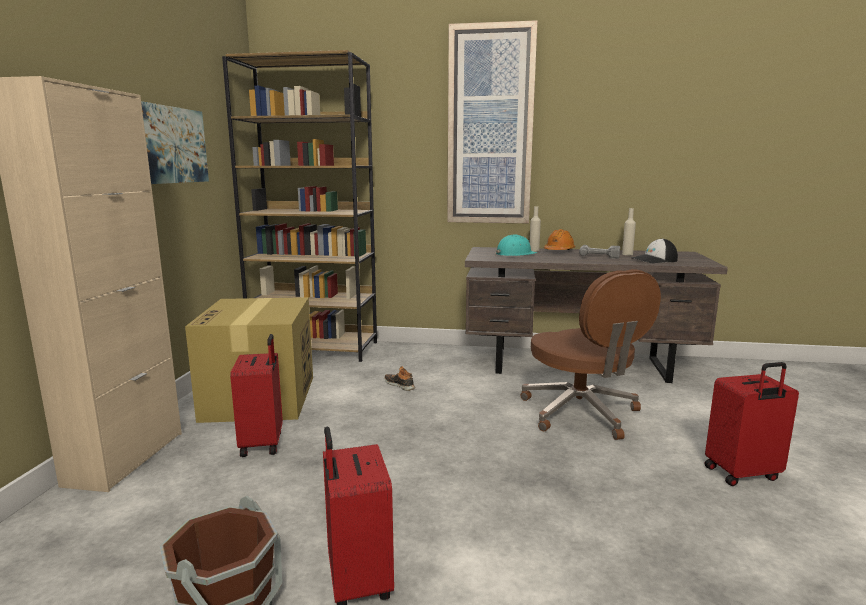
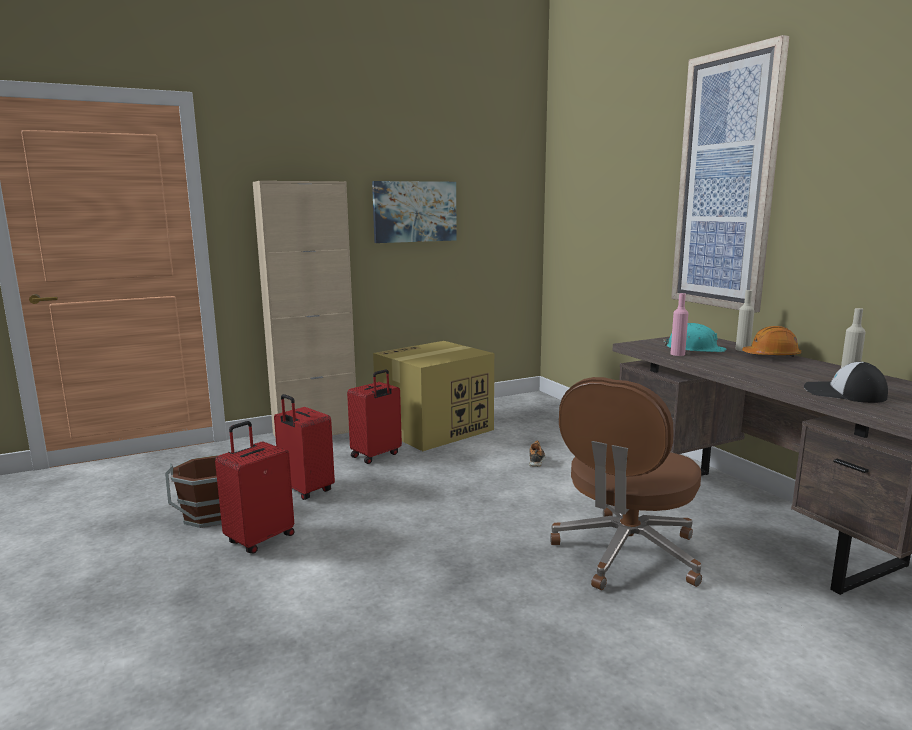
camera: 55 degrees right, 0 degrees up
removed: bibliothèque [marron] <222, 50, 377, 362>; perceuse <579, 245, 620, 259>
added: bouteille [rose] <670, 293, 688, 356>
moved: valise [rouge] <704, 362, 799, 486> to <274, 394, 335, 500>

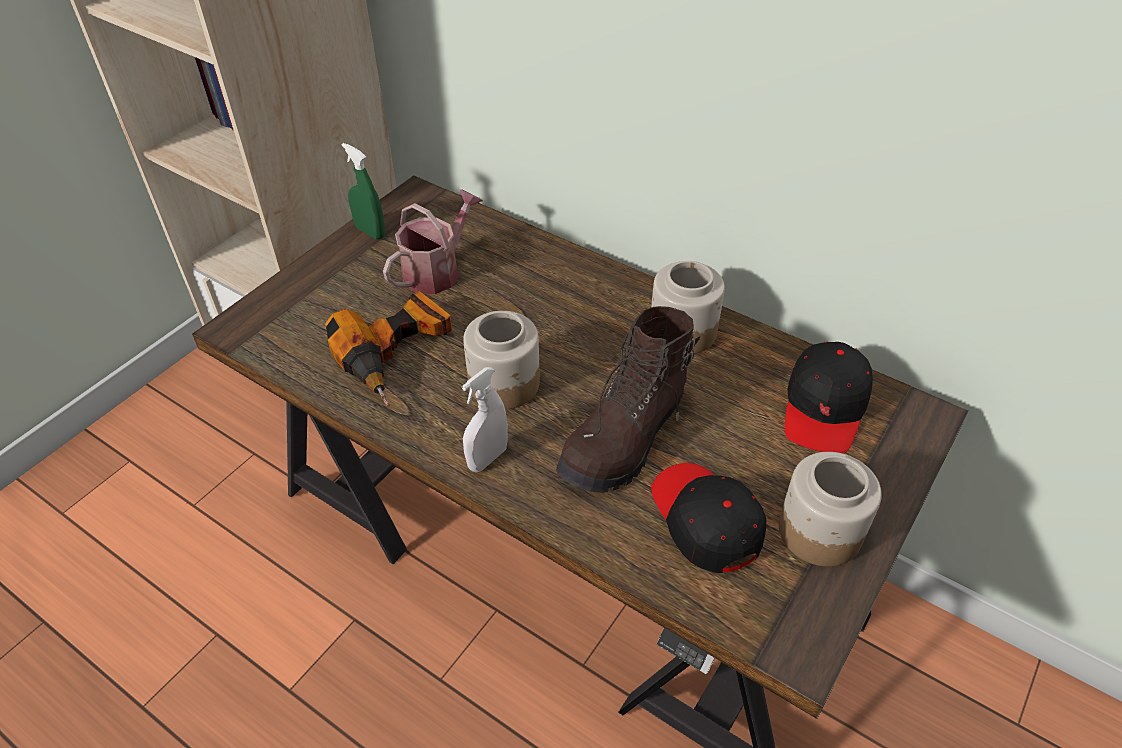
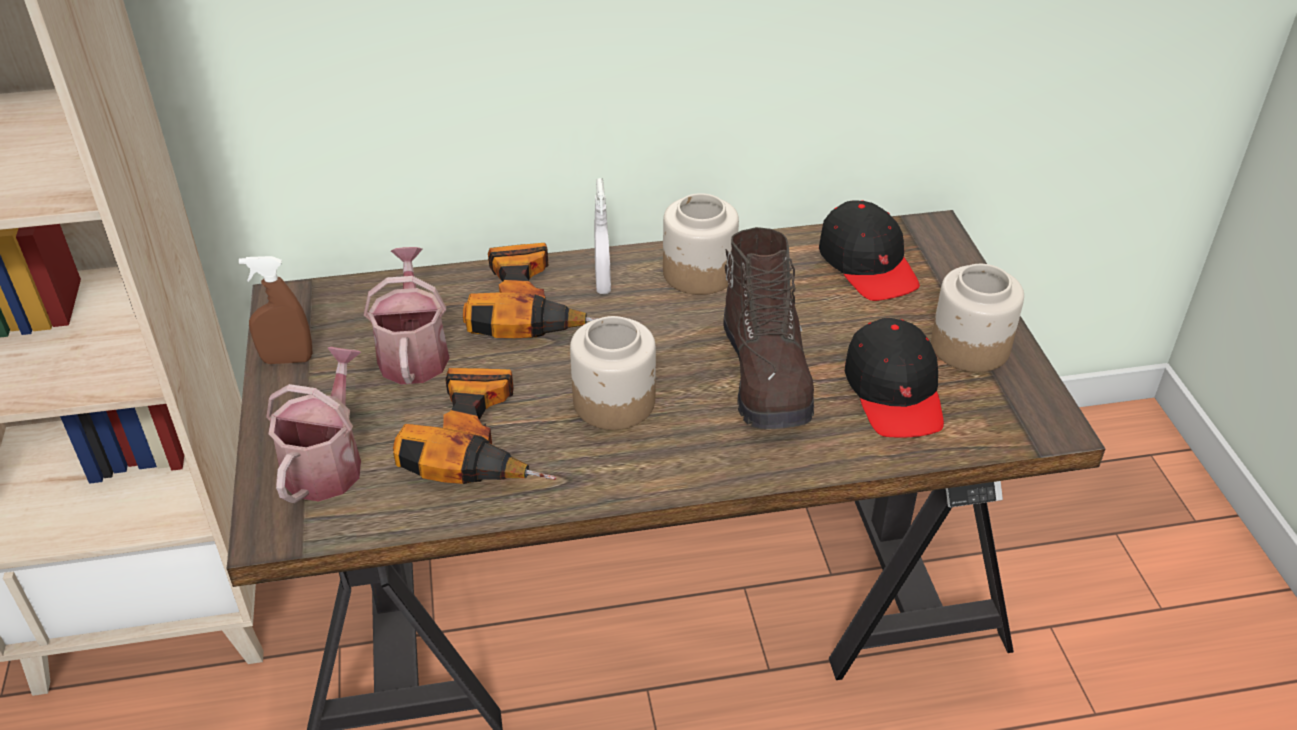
camera: 45 degrees left, 5 degrees down
added: arrosoir <266, 347, 361, 503>; perceuse <463, 243, 599, 338>
moved: vaporisateur [blanc] <462, 367, 508, 472> to <594, 178, 611, 294>
recoloured: vaporisateur [vert] <342, 143, 385, 239> to vaporisateur [marron] <239, 256, 312, 364>
turned: casquette [noir] <651, 463, 766, 573> = <845, 318, 944, 437> 120 degrees counterclockwise

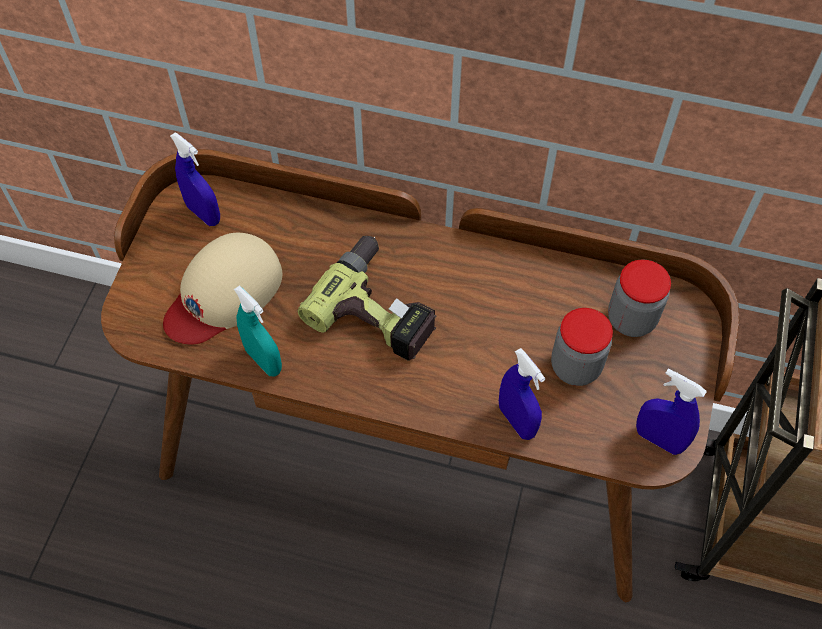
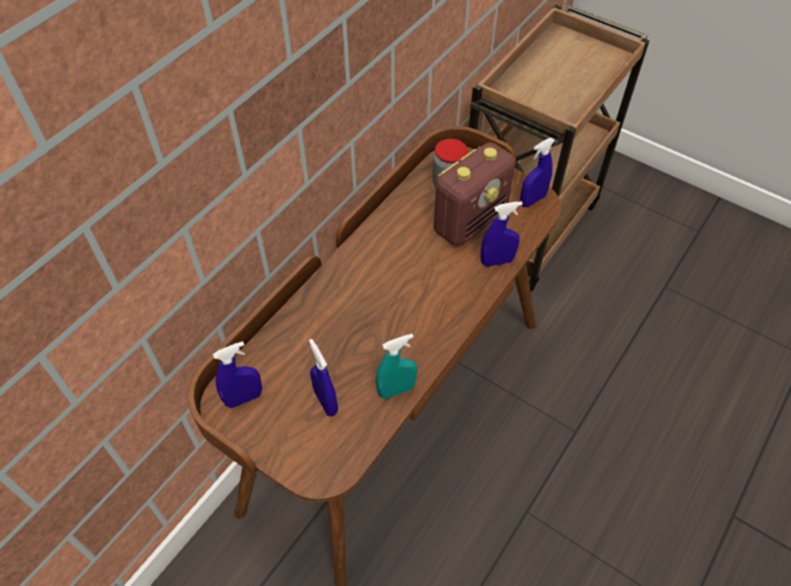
camera: 70 degrees left, 5 degrees down
removed: perceuse <298, 236, 437, 361>
replaced: casquette [beige] <163, 233, 282, 344> to vaporisateur [bleu] <309, 339, 338, 417>; bocal <551, 308, 613, 386> to radio <434, 142, 515, 246>

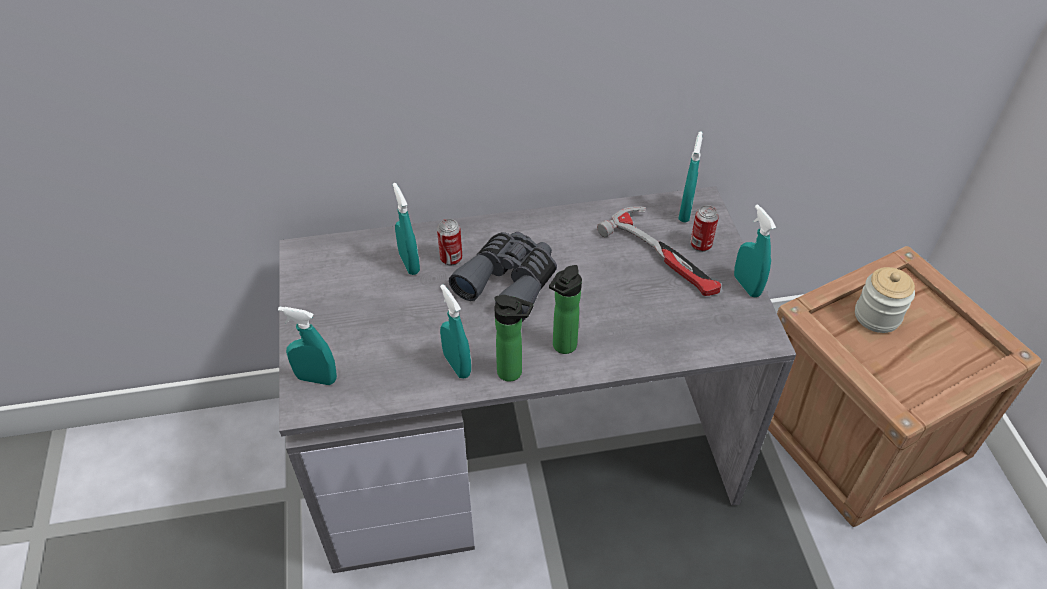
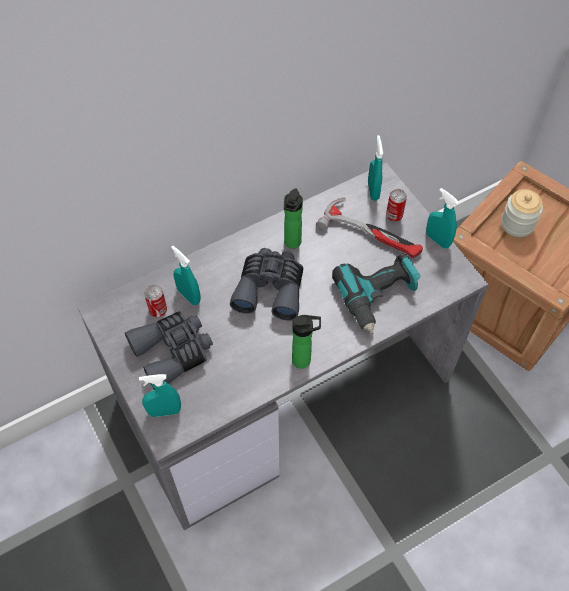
camera: 20 degrees left, 10 degrees up
removed: vaporisateur [turquoise] <440, 284, 471, 379>
added: jumelles [gris] <125, 312, 213, 390>; perceuse <332, 253, 421, 334>
moved: boîte métallique <437, 219, 462, 265> to <144, 285, 167, 317>; bouteille <549, 265, 582, 354> to <284, 188, 303, 249>

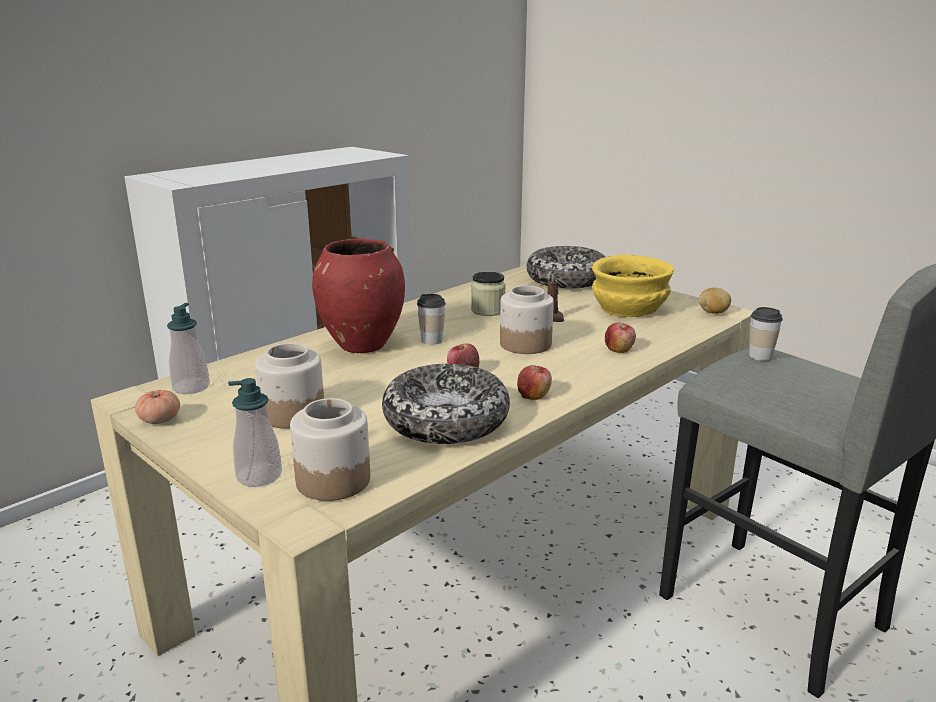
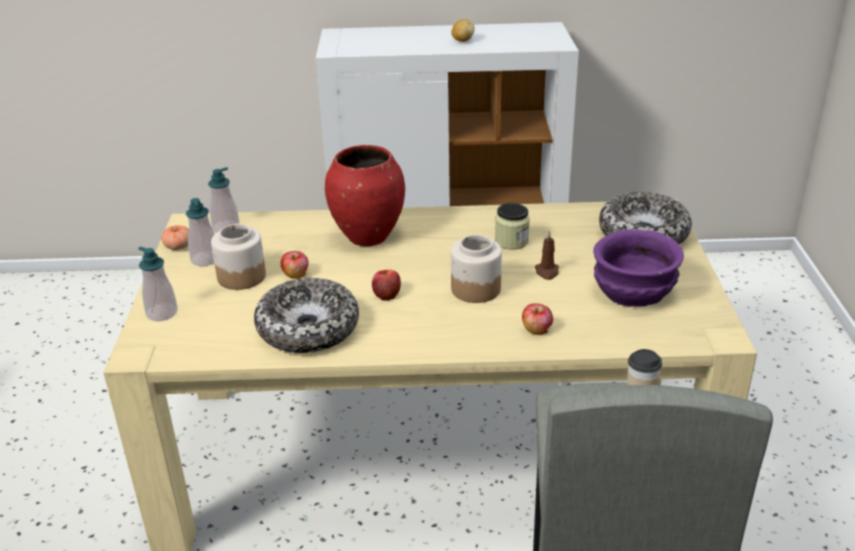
camera: 45 degrees right, 10 degrees up
removed: bocal <290, 398, 370, 501>; tasse <417, 294, 446, 345>
added: distributeur de savon <186, 198, 215, 266>
moved: pomme <517, 365, 552, 400> to <281, 251, 309, 279>; pomme de terre <699, 288, 731, 314> to <451, 19, 475, 42>
recoloured: bol [jaune] <592, 255, 674, 317> to bol [violet] <593, 229, 684, 307>

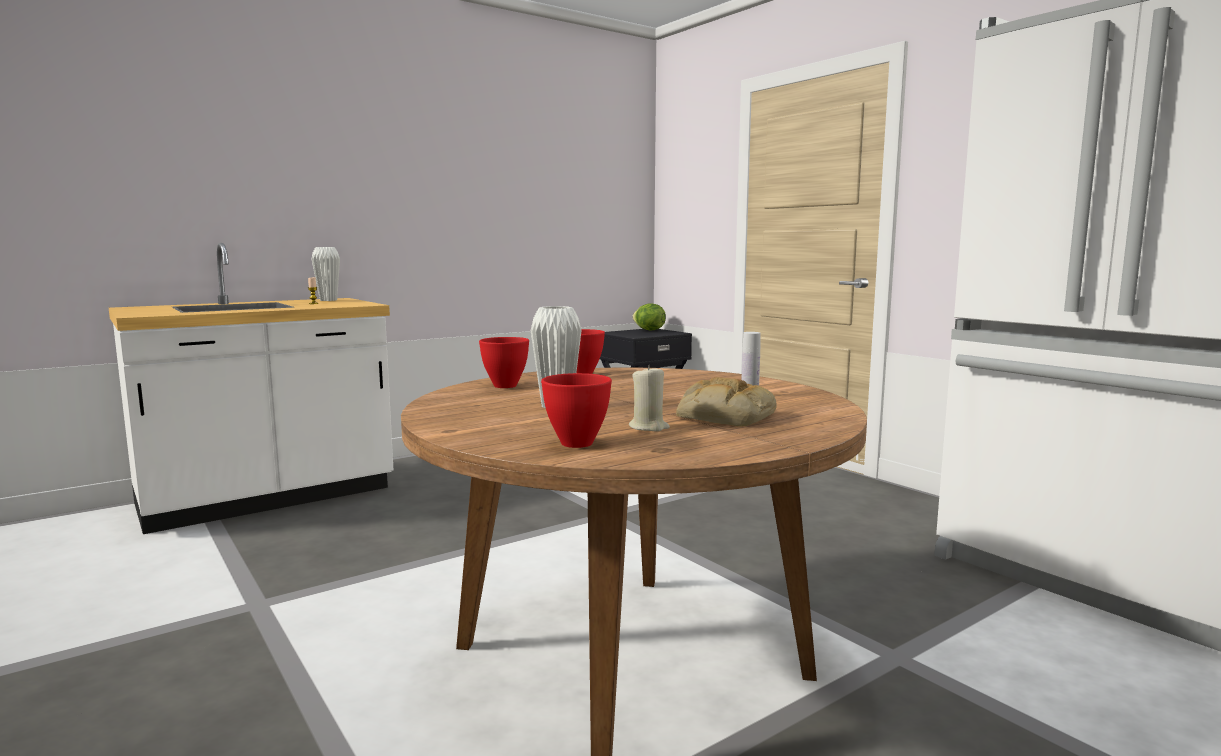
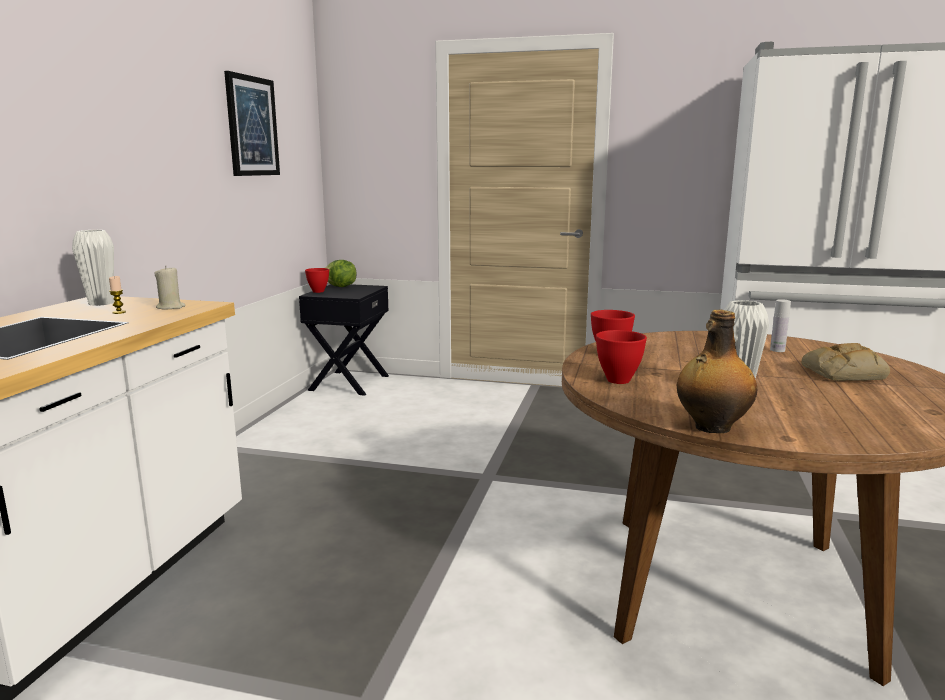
camera: 40 degrees left, 5 degrees up
added: tableau <224, 71, 280, 176>; bouteille <676, 310, 757, 433>
moved: bougie [beige] <629, 365, 670, 432> to <154, 266, 186, 310>; bol [rouge] <541, 373, 612, 448> to <305, 268, 329, 293>

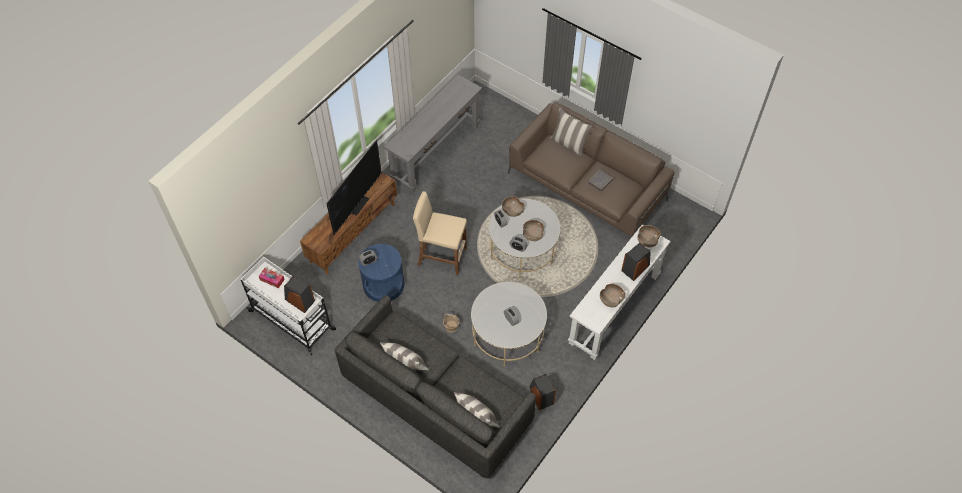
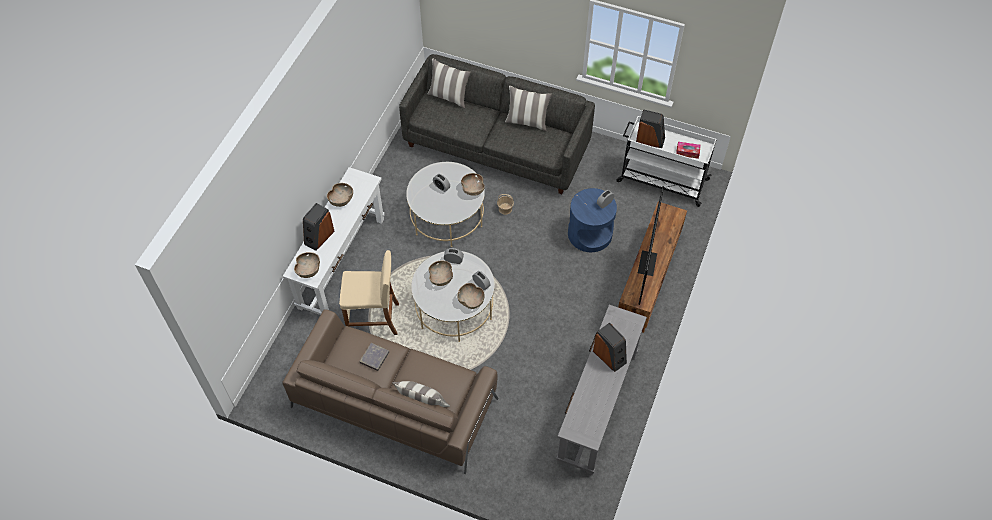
camera: 165 degrees right, 0 degrees up
added: bol [marron] <461, 173, 485, 196>
moved: tabouret [beige] <413, 191, 467, 275> to <339, 250, 399, 335>; enceinte <529, 374, 556, 410> to <593, 323, 627, 372>

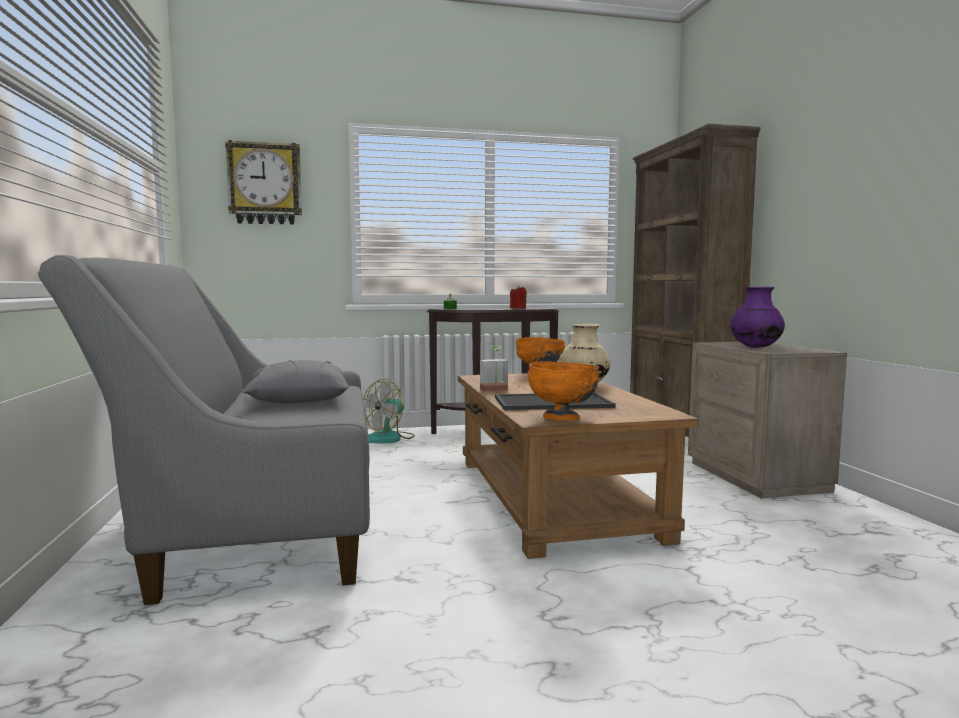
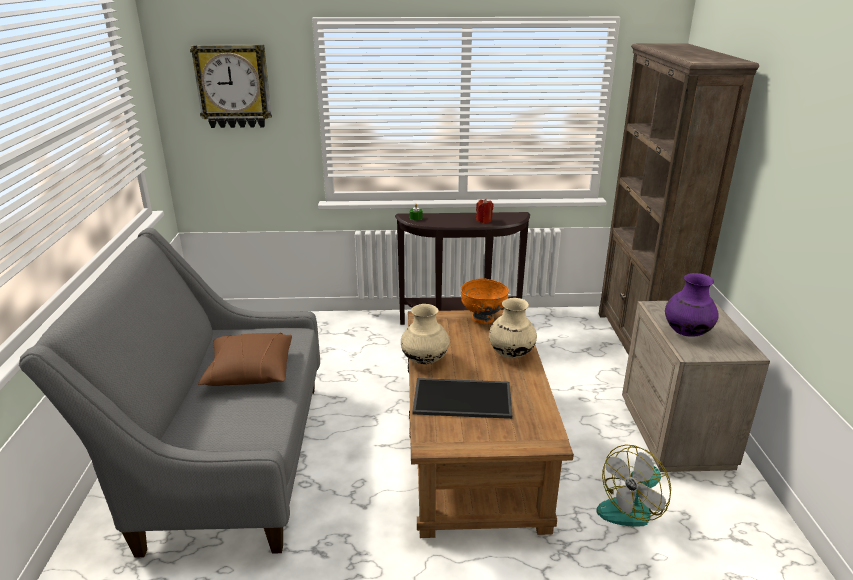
camera: 10 degrees right, 20 degrees up
removed: bol [orange] <528, 361, 599, 420>
moved: ventilateur <363, 379, 415, 443> to <596, 444, 671, 527>
replaced: plante en pot <480, 343, 508, 392> to vase [beige] <401, 304, 450, 364>
recoloured: coussin [gris] <242, 360, 349, 403> to coussin [marron] <198, 333, 292, 386>

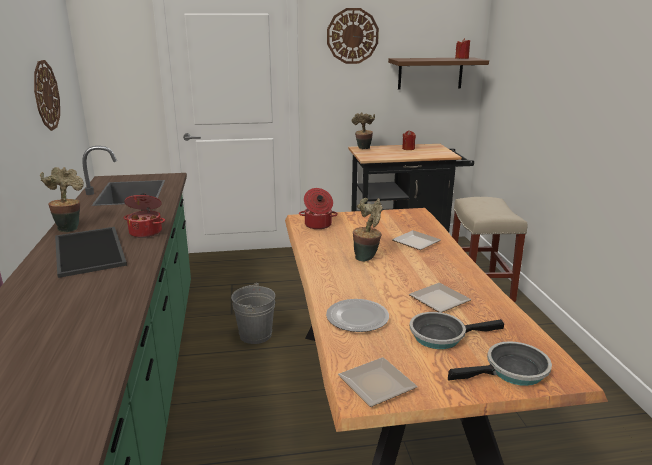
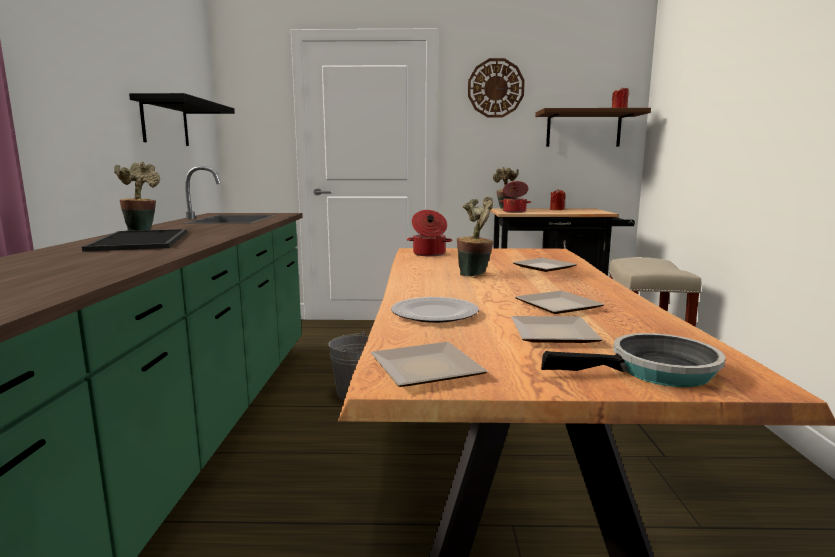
camera: 10 degrees right, 10 degrees down
moved: marmite <124, 193, 165, 238> to <499, 181, 531, 213>
replaced: horloge murale <34, 60, 60, 131> to étagère [noir] <129, 93, 235, 146>; poêle <410, 312, 504, 349> to assiette <511, 316, 603, 343>

